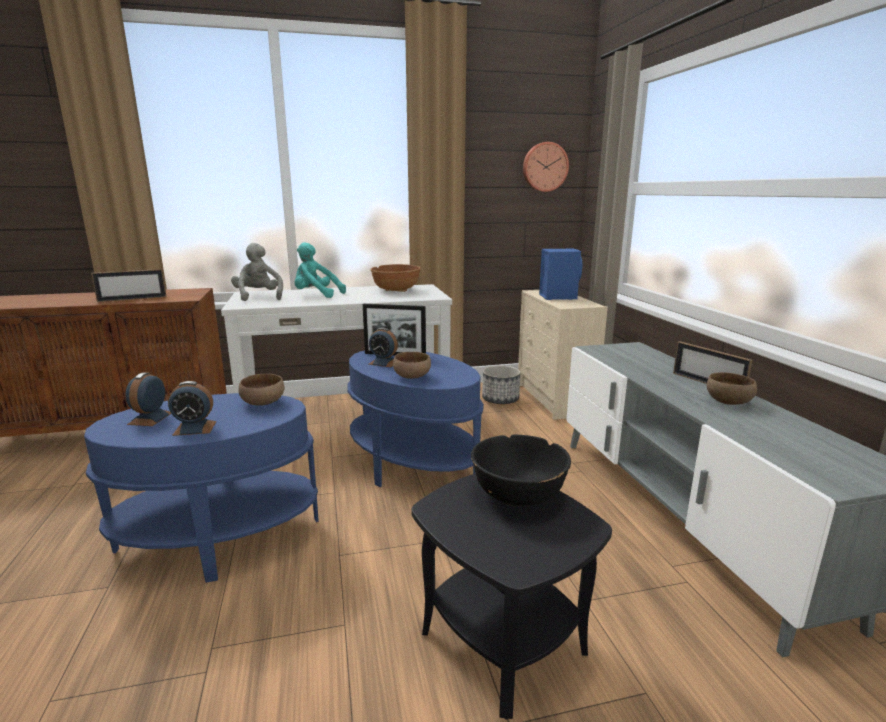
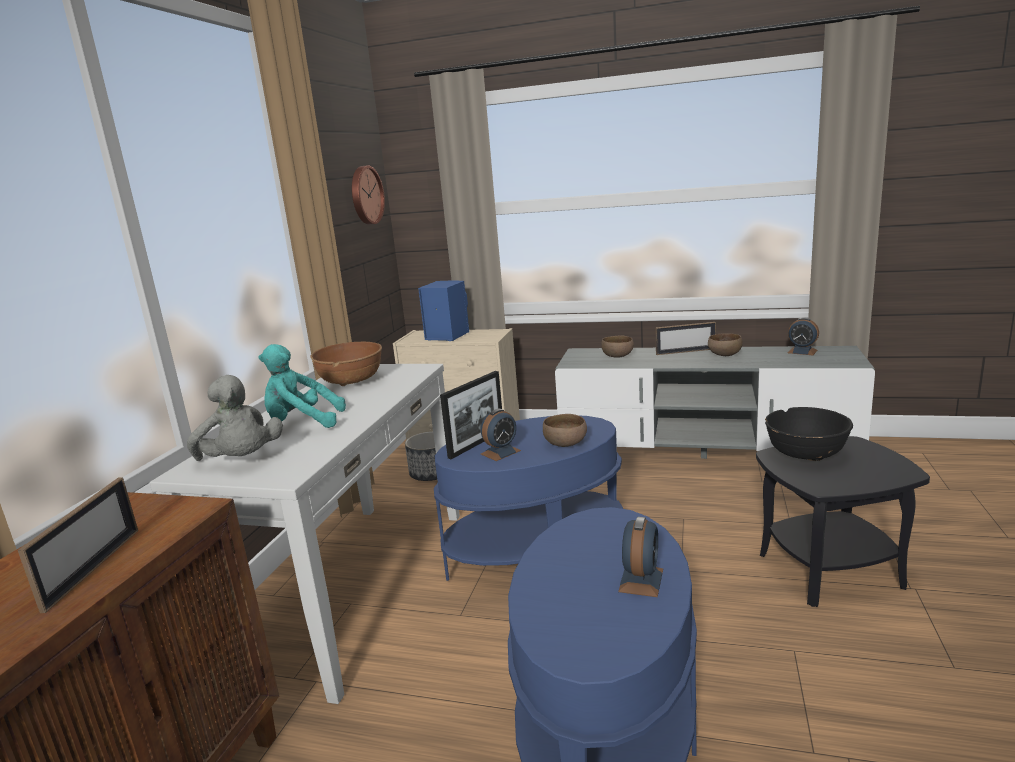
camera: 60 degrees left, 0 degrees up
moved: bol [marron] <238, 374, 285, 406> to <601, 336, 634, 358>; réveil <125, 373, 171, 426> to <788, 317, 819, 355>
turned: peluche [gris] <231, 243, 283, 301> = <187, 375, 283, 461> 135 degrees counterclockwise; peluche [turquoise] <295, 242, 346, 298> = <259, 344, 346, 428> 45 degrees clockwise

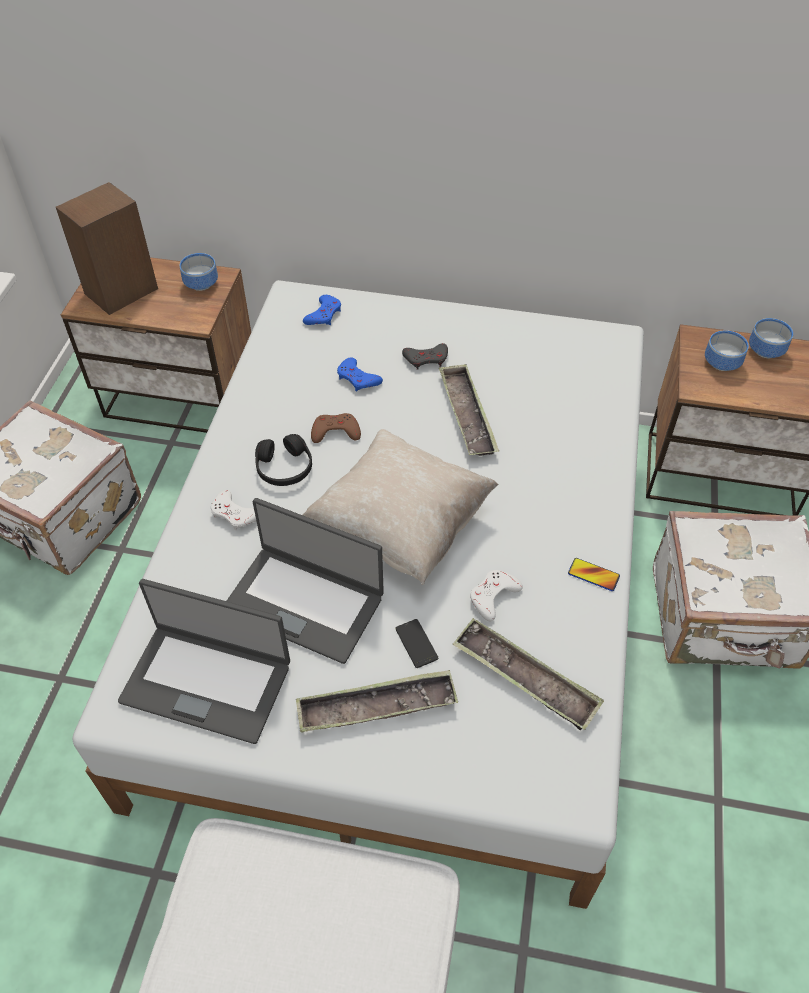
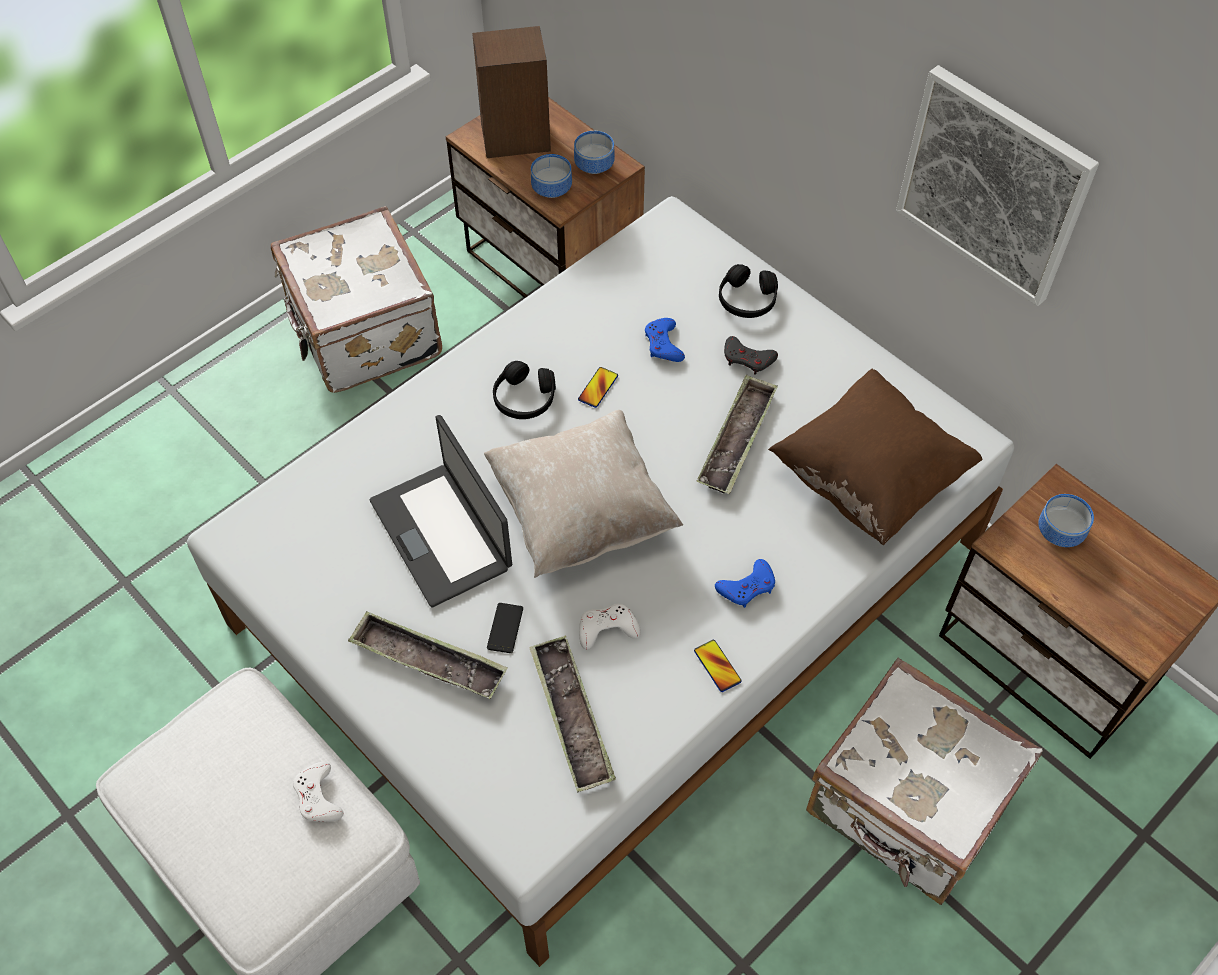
camera: 35 degrees right, 5 degrees up
removed: ordinateur portable <118, 579, 290, 744>
added: casque audio [noir] <719, 264, 778, 318>; coussin [marron] <768, 369, 983, 545>; tableau <896, 65, 1099, 306>
moved: manette [blanc] <211, 490, 256, 530> to <293, 762, 344, 822>; bol <749, 318, 793, 358> to <531, 154, 572, 198>; manette [bleu] <303, 295, 341, 325> to <715, 559, 775, 608>
replaced: manette [marron] <311, 413, 361, 443> to téléphone <578, 367, 618, 408>

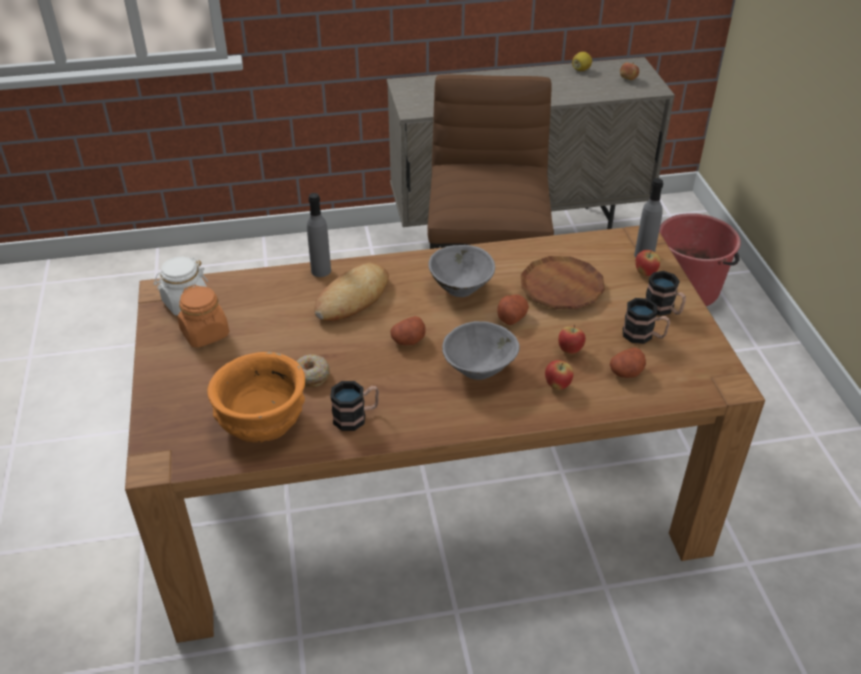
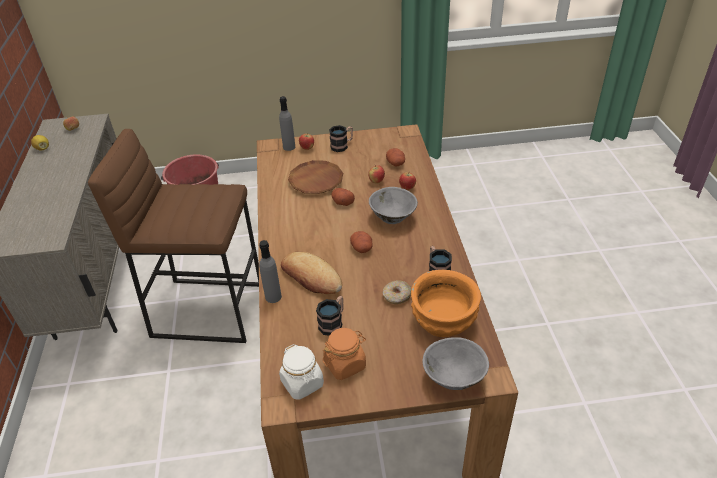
camera: 85 degrees left, 0 degrees up
moved: mug <623, 298, 670, 344> to <316, 296, 344, 336>; bol [gris] <428, 245, 495, 297> to <422, 337, 489, 390>

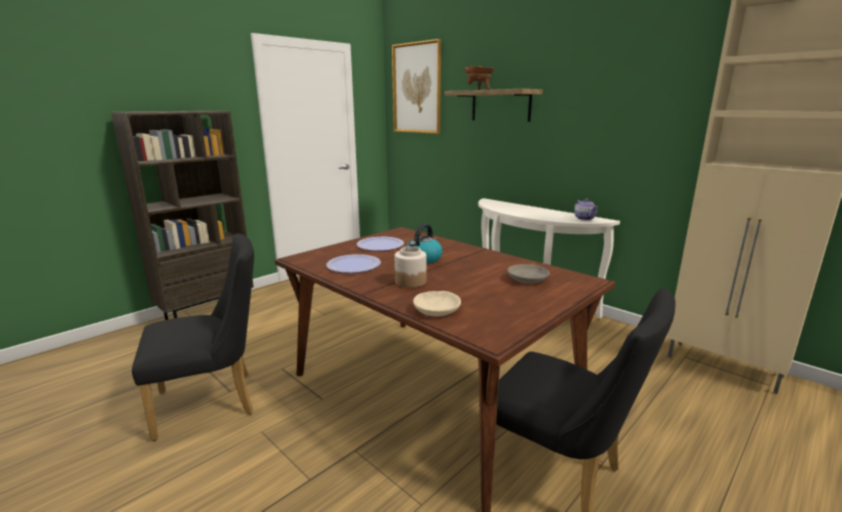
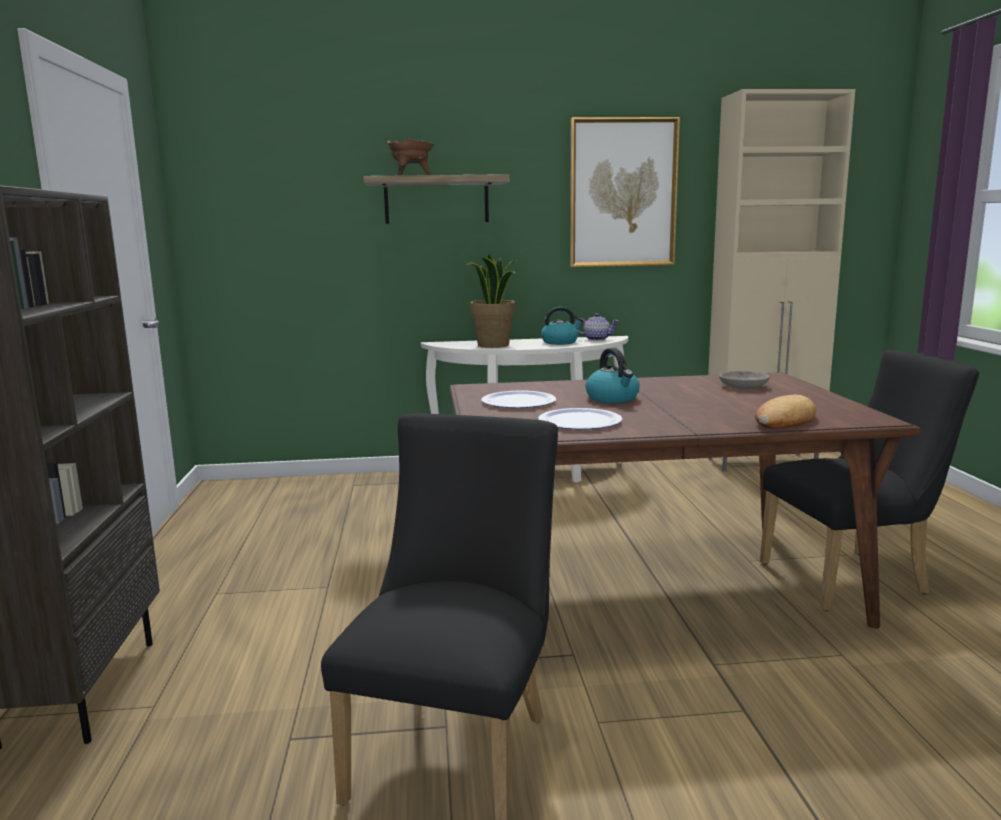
camera: 50 degrees left, 5 degrees down
removed: bocal <395, 246, 427, 288>
added: plante en pot <466, 255, 515, 348>; bouilloire <541, 307, 583, 345>
moved: tableau <392, 39, 441, 134> to <570, 117, 680, 267>
replaced: bol [beige] <413, 291, 461, 316> to pain <755, 395, 817, 428>

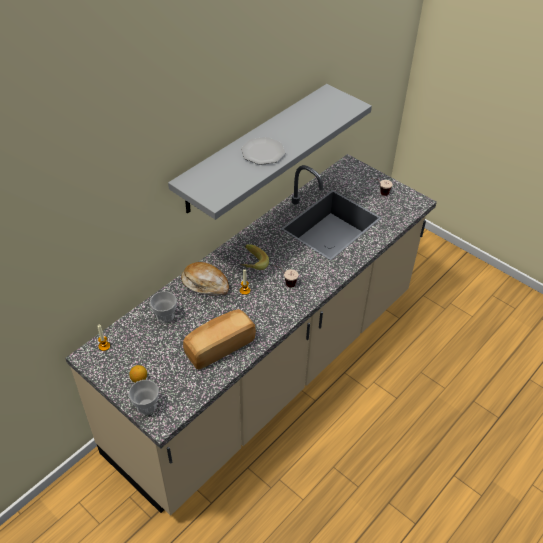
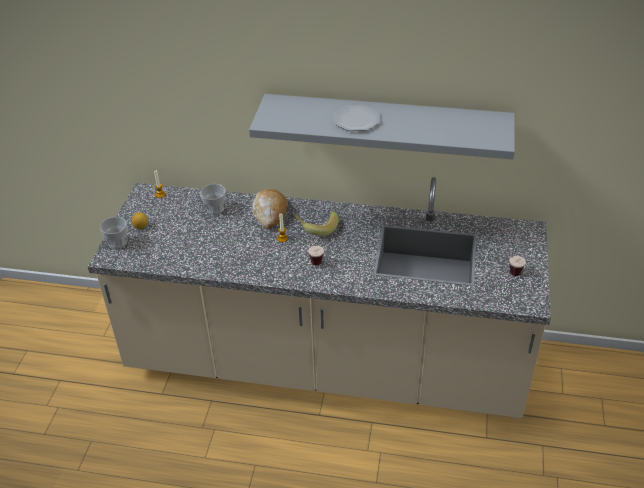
camera: 60 degrees right, 5 degrees down
removed: pain <183, 309, 256, 370>

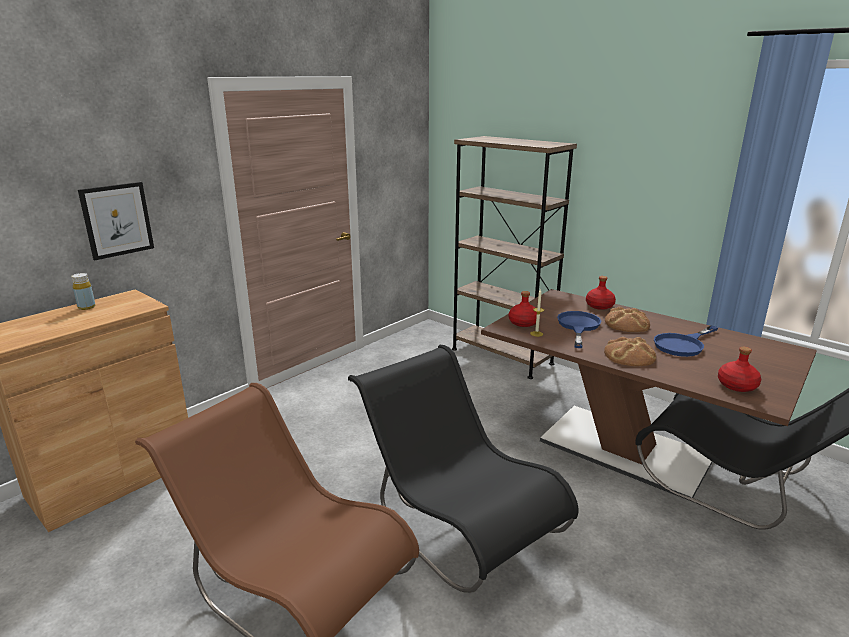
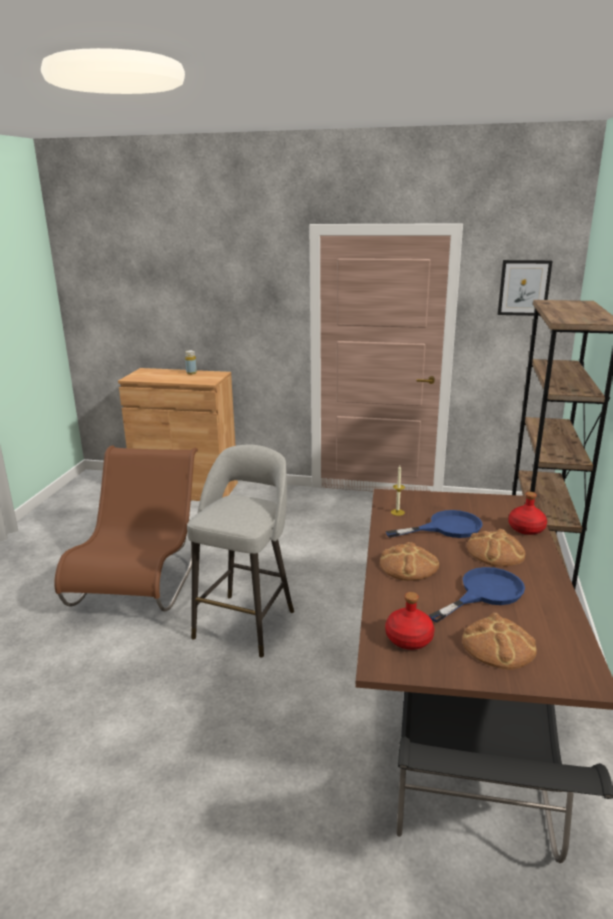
camera: 60 degrees right, 0 degrees up
removed: bouteille [rouge] <509, 291, 537, 327>
added: pain <462, 613, 537, 670>
moved: tableau <78, 182, 154, 260> to <498, 260, 552, 316>
replaced: chaise [noir] <348, 345, 578, 593> to tabouret [gris] <187, 445, 294, 658>
turned: poêle [bleu] <654, 325, 718, 357> = <429, 567, 525, 623> 120 degrees clockwise

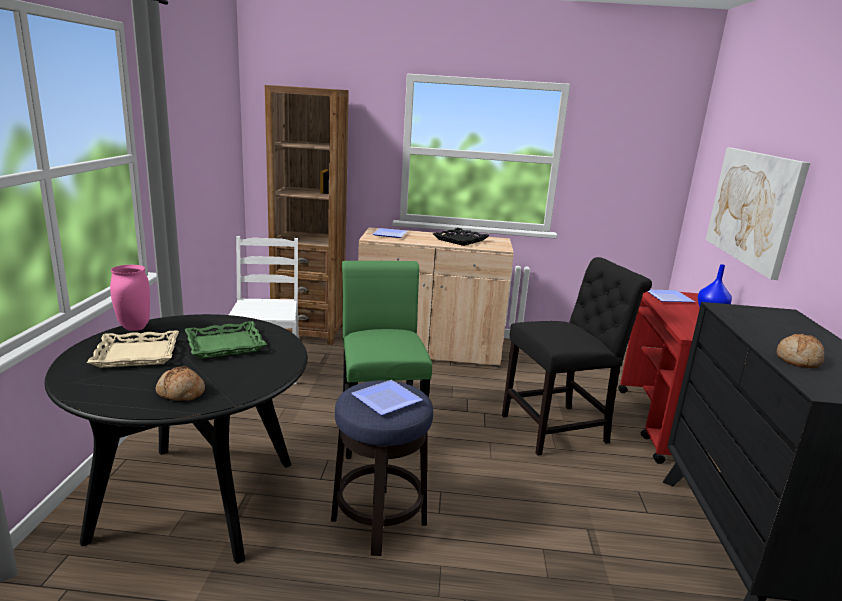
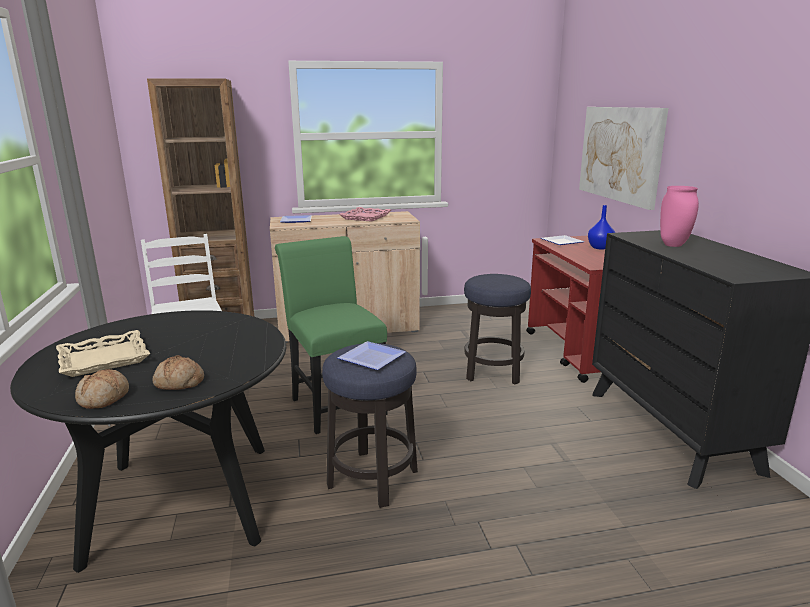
camera: 15 degrees left, 0 degrees up
removed: plateau [vert] <185, 321, 267, 359>
moved: pain <777, 334, 825, 368> to <75, 369, 129, 409>; vase [rose] <110, 265, 150, 331> to <660, 186, 699, 247>
replaced: chaise [noir] <502, 257, 652, 456> to tabouret <464, 274, 531, 384>
recoloured: plateau [noir] <433, 228, 490, 246> to plateau [rose] <339, 207, 391, 222>

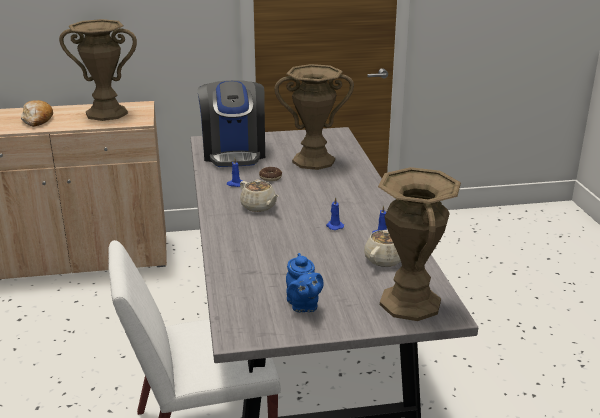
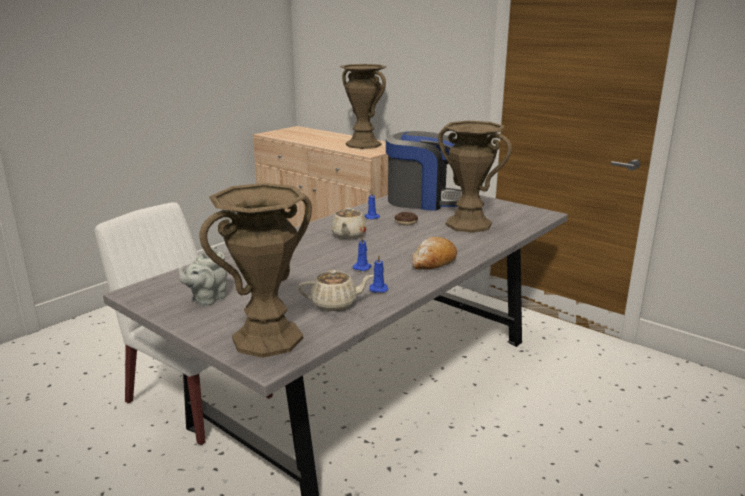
camera: 50 degrees right, 5 degrees down
moved: pain <21, 100, 53, 127> to <412, 237, 457, 270>
recoloured: théière [bleu] <286, 253, 324, 312> to théière [gris] <178, 246, 227, 306>
turned: machine à café <198, 80, 265, 167> = <386, 131, 462, 211> 120 degrees counterclockwise

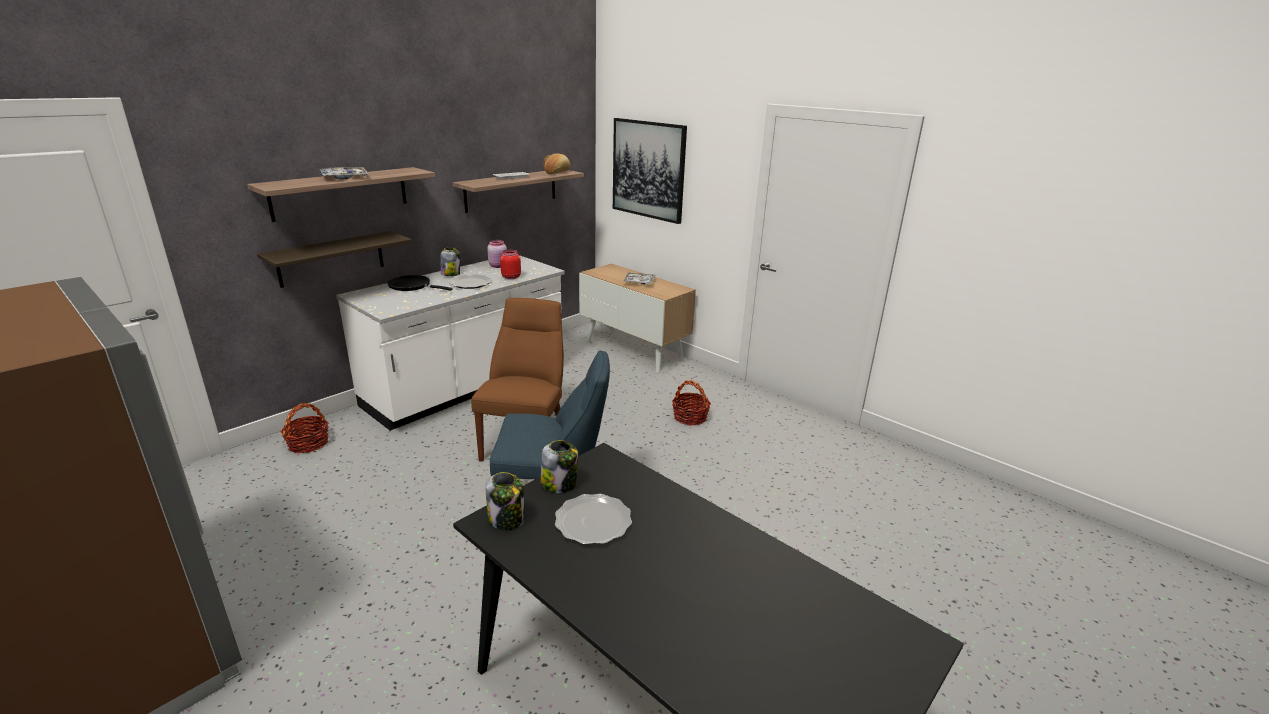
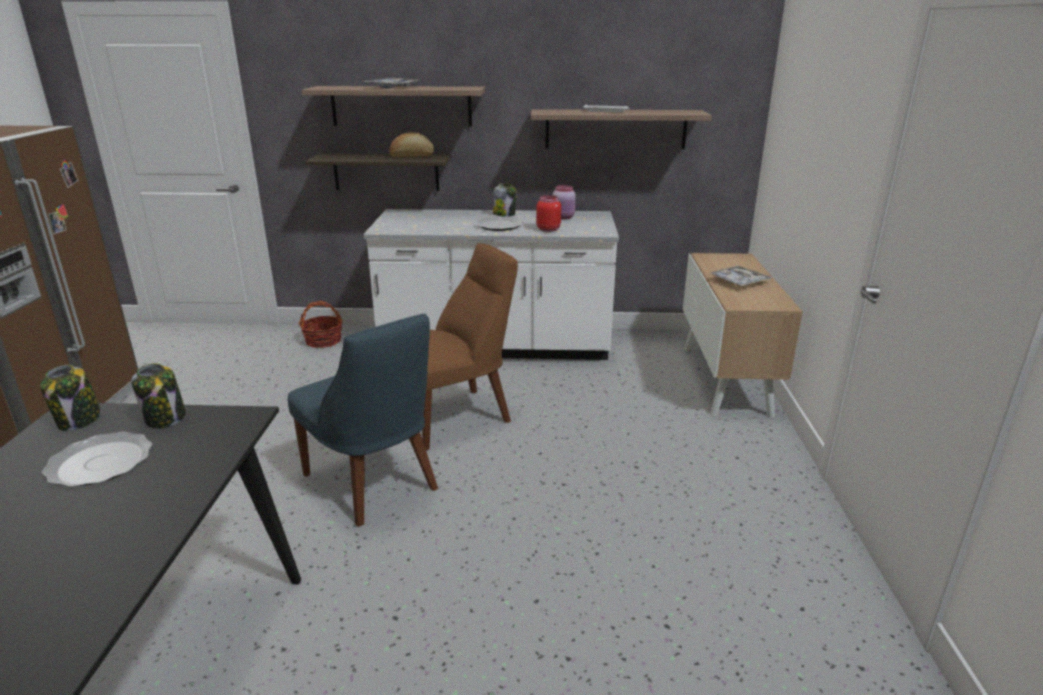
camera: 50 degrees right, 0 degrees up
removed: poêle [noir] <387, 275, 453, 291>; tableau <613, 118, 687, 224>; panier <672, 381, 711, 426>
moved: pain <543, 154, 571, 174> to <389, 132, 434, 157>

